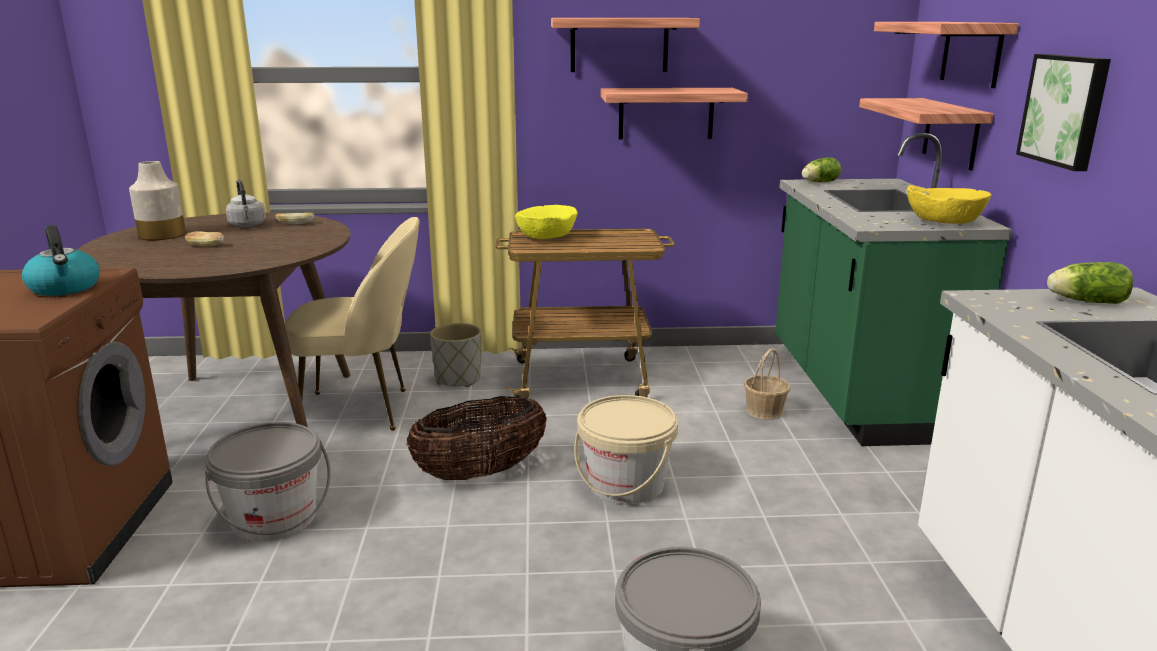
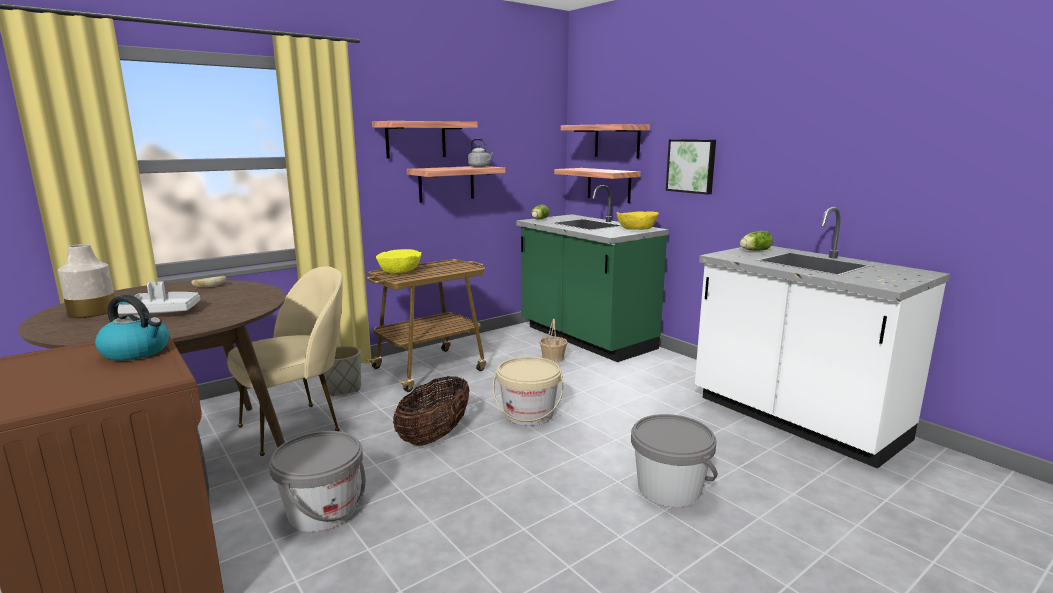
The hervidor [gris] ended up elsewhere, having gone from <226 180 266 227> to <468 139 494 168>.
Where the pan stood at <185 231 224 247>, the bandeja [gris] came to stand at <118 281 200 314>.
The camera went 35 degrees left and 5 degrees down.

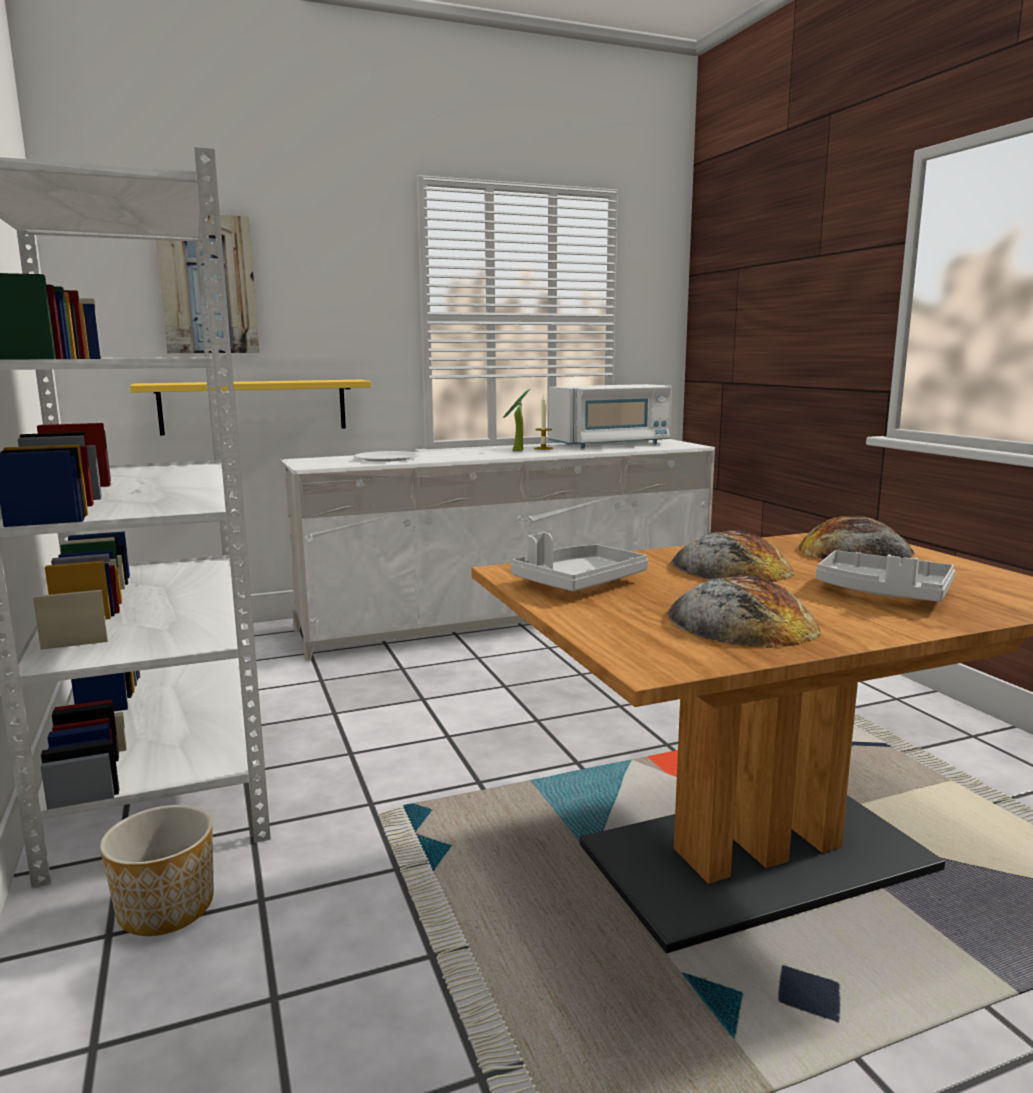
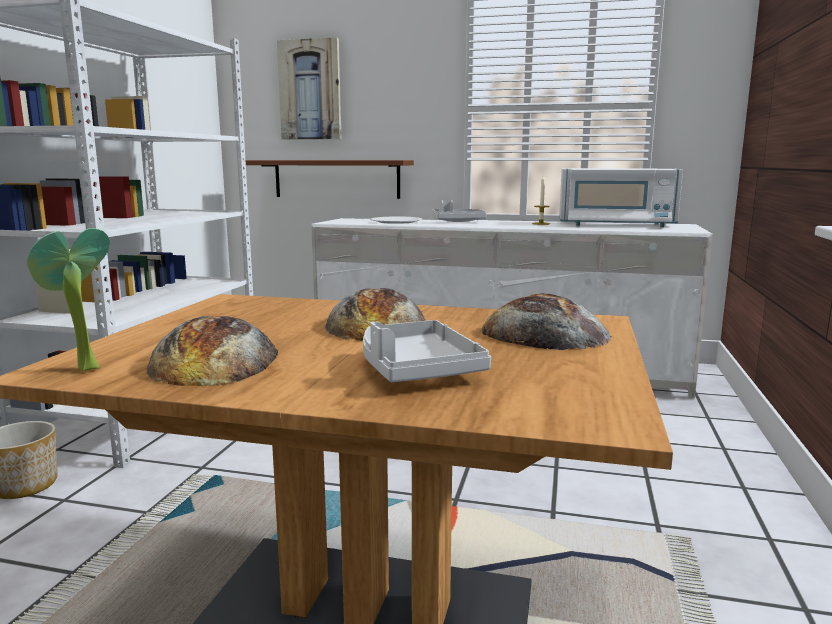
What was the estante [amarillo] at <130 380 371 435> turned into the estante [marrón] at <246 160 414 199>.
The planta en maceta ended up elsewhere, having gone from <503 389 530 451> to <27 228 110 371>.
The bandeja [gris] ended up elsewhere, having gone from <511 532 648 591> to <432 200 487 222>.
The camera went 35 degrees right and 0 degrees up.

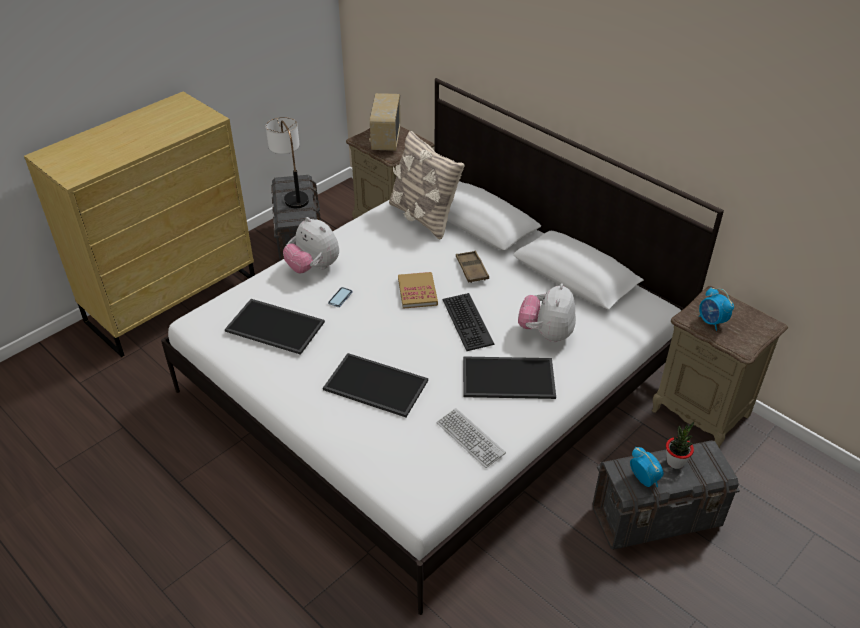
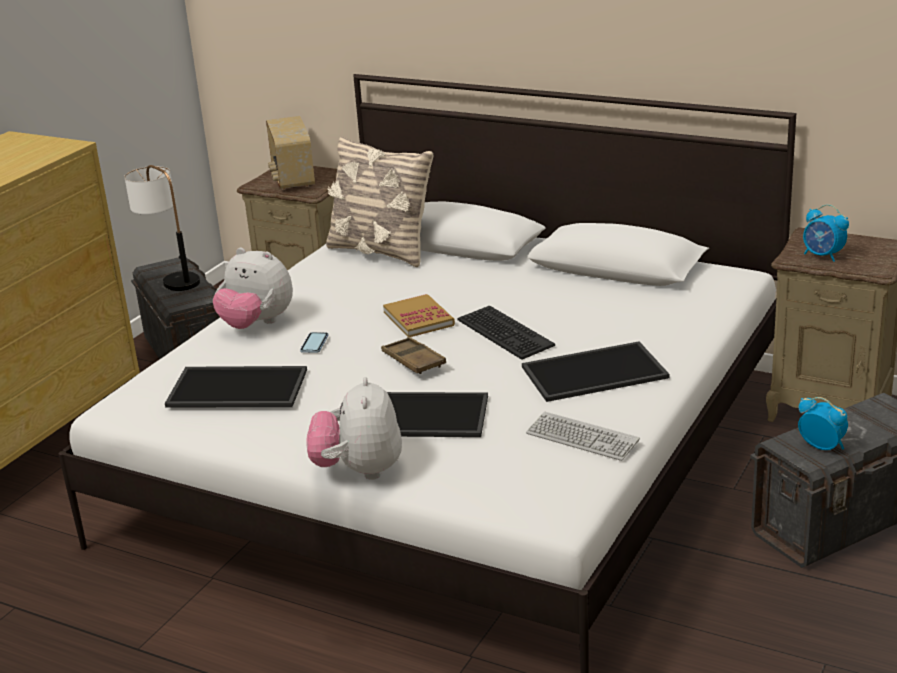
The bandeja [marrón] ended up elsewhere, having gone from <456 251 489 283> to <381 337 446 374>.
The peluche ended up elsewhere, having gone from <518 283 576 342> to <306 377 402 480>.
The second view lost the planta en maceta at <666 422 694 469>.
The camera went 15 degrees left and 15 degrees down.

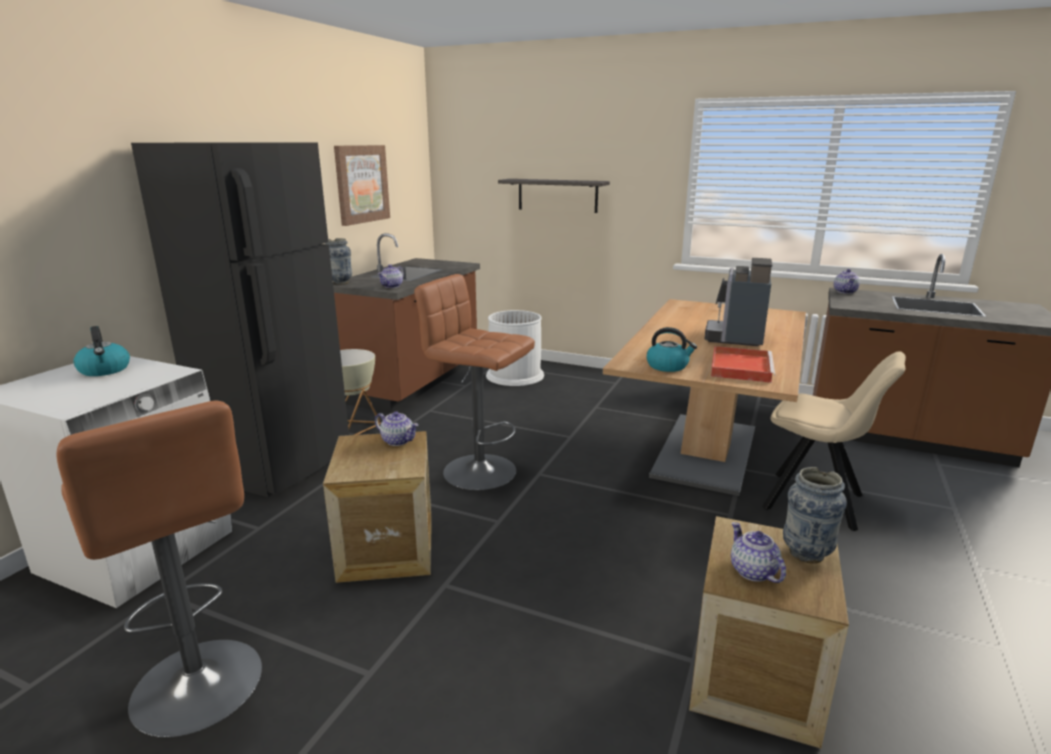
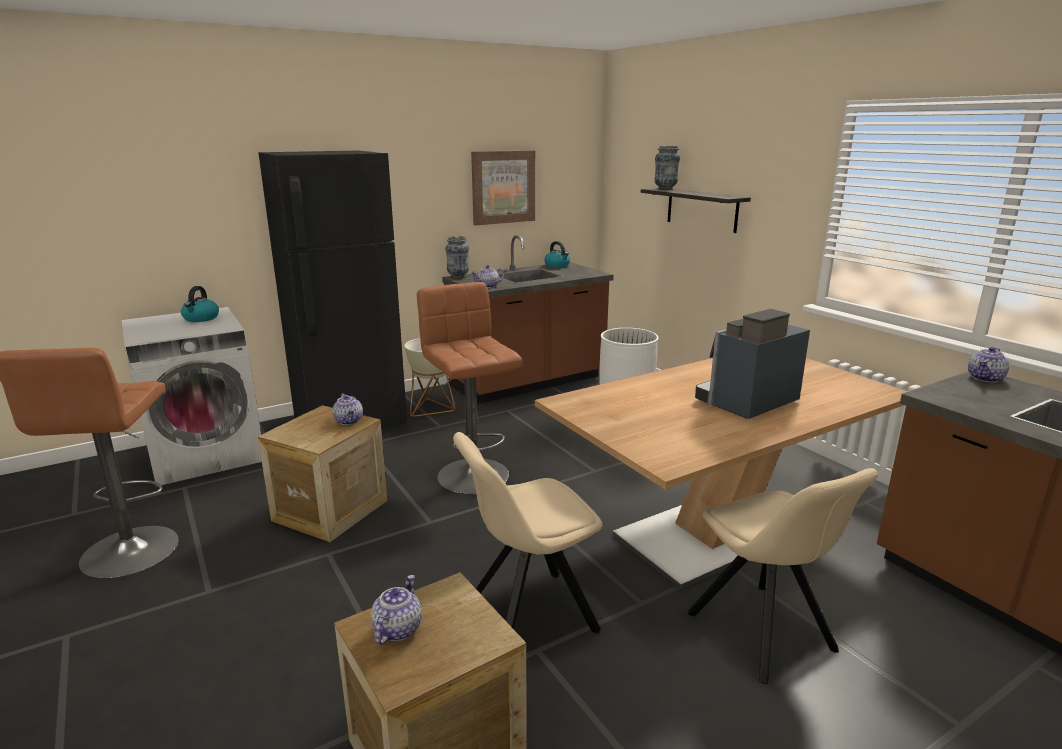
The hervidor ended up elsewhere, having gone from <646 327 697 372> to <544 241 570 268>.
The second view lost the bandeja [rojo] at <711 346 775 383>.
The florero ended up elsewhere, having gone from <783 467 847 564> to <654 146 680 190>.
The second view gained the silla [beis] at <453 432 602 634>.
The camera went 35 degrees right and 0 degrees up.

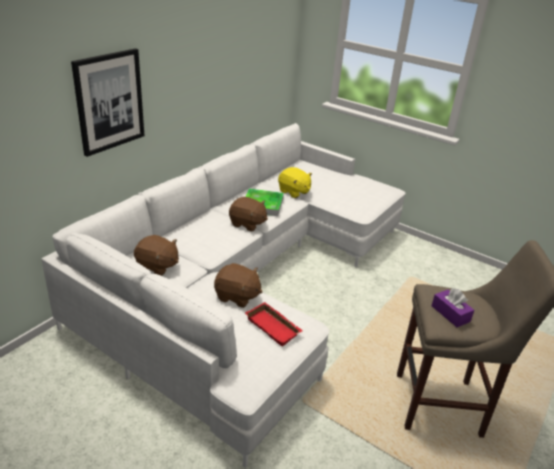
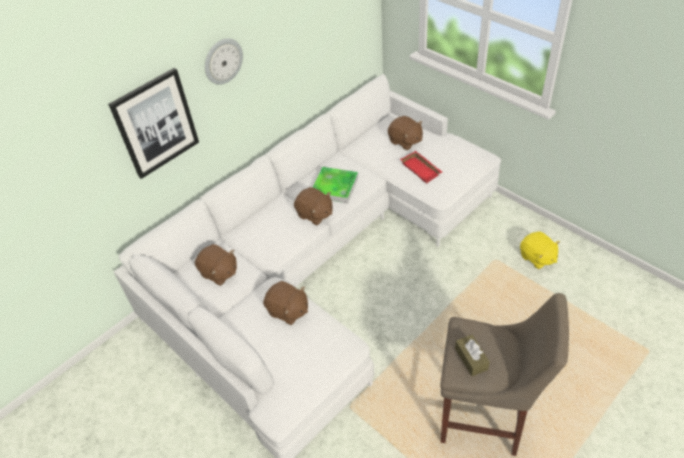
The peluche [amarillo] ended up elsewhere, having gone from <278 167 312 198> to <520 231 560 269>.
What was the caja de pañuelos [morado] at <432 288 475 327> turned into the caja de pañuelos [marrón] at <455 335 490 376>.
The bandeja [rojo] ended up elsewhere, having gone from <245 302 303 347> to <400 151 442 183>.
The second view gained the reloj de pared at <205 38 243 84>.
The second view gained the peluche [marrón] at <388 116 423 150>.
The camera went 15 degrees right and 15 degrees up.

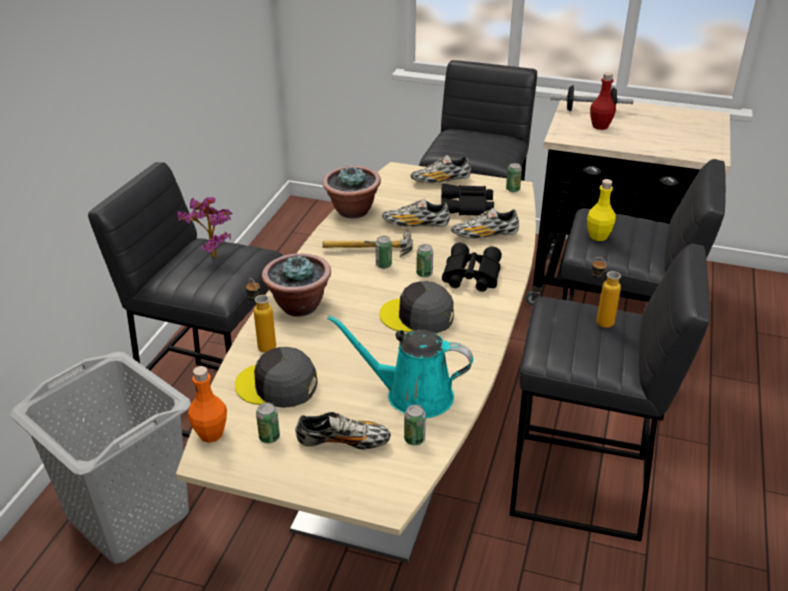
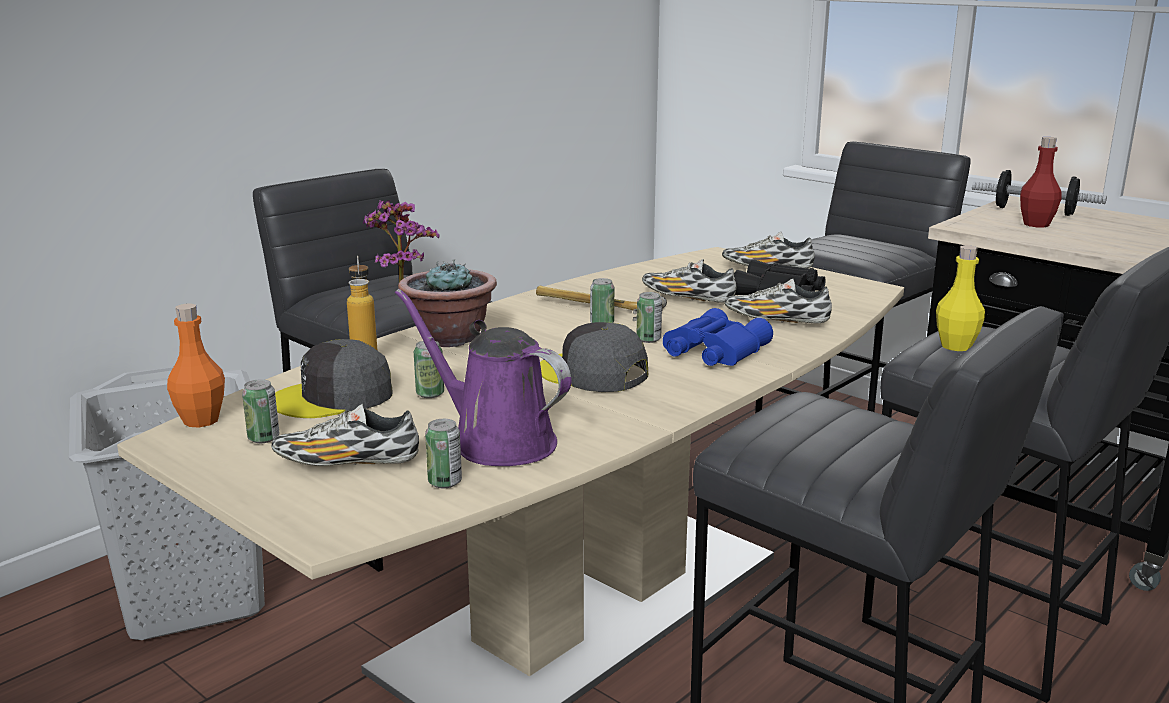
The lata ended up elsewhere, having gone from <506 163 522 192> to <414 341 444 398>.
The second view lost the planta en maceta at <322 166 381 218>.
What was the prismáticos [negro] at <442 243 502 292> turned into the prismáticos [azul] at <663 308 773 366>.
The second view lost the botella at <592 257 621 328>.
What was the regadera [turquesa] at <327 315 473 418> turned into the regadera [morado] at <395 289 572 466>.
The gorra [gris] at <235 347 317 408> ended up facing another way, 60 degrees counterclockwise from before.
The zapato at <295 412 391 449> ended up facing another way, 150 degrees clockwise from before.
The camera went 25 degrees right and 15 degrees down.

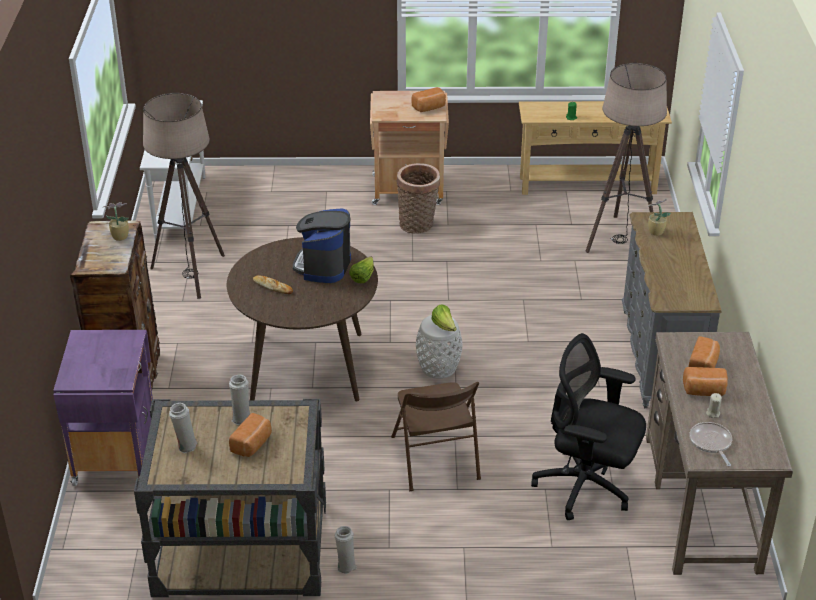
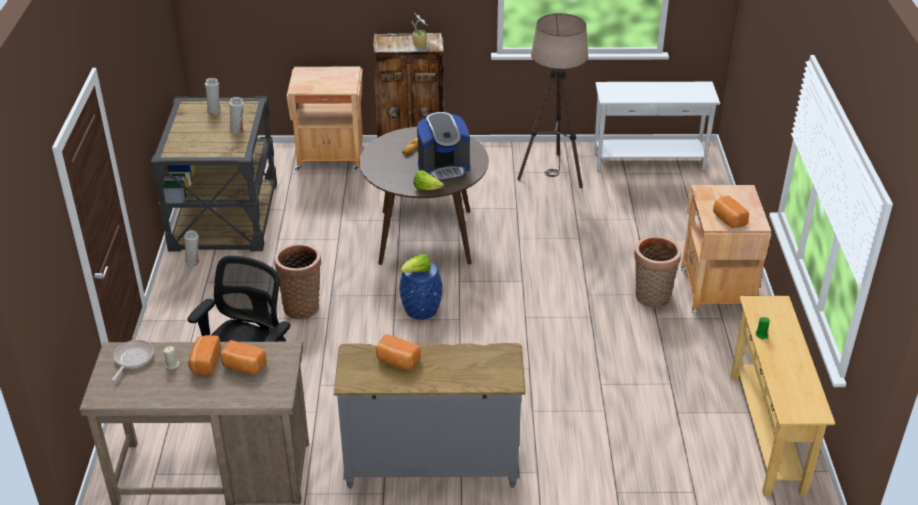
The second view lost the lámpara de pie at <586 63 667 253>.
The second view lost the planta en maceta at <648 198 671 236>.
The cafetera at <293 208 351 283> ended up facing another way, 150 degrees clockwise from before.
What was the taburete [blanco] at <416 315 462 379> turned into the taburete [azul] at <399 262 442 320>.
What was the carrito [morado] at <53 330 153 486> turned into the carrito [marrón] at <287 67 363 172>.
Where the silla [marrón] stood at <391 382 481 491>, the cesta came to stand at <274 243 321 319>.
The pan ended up elsewhere, having gone from <229 413 272 457> to <376 334 421 370>.
The sartén at <689 422 732 466> ended up facing another way, 60 degrees counterclockwise from before.
The camera went 90 degrees right and 0 degrees up.

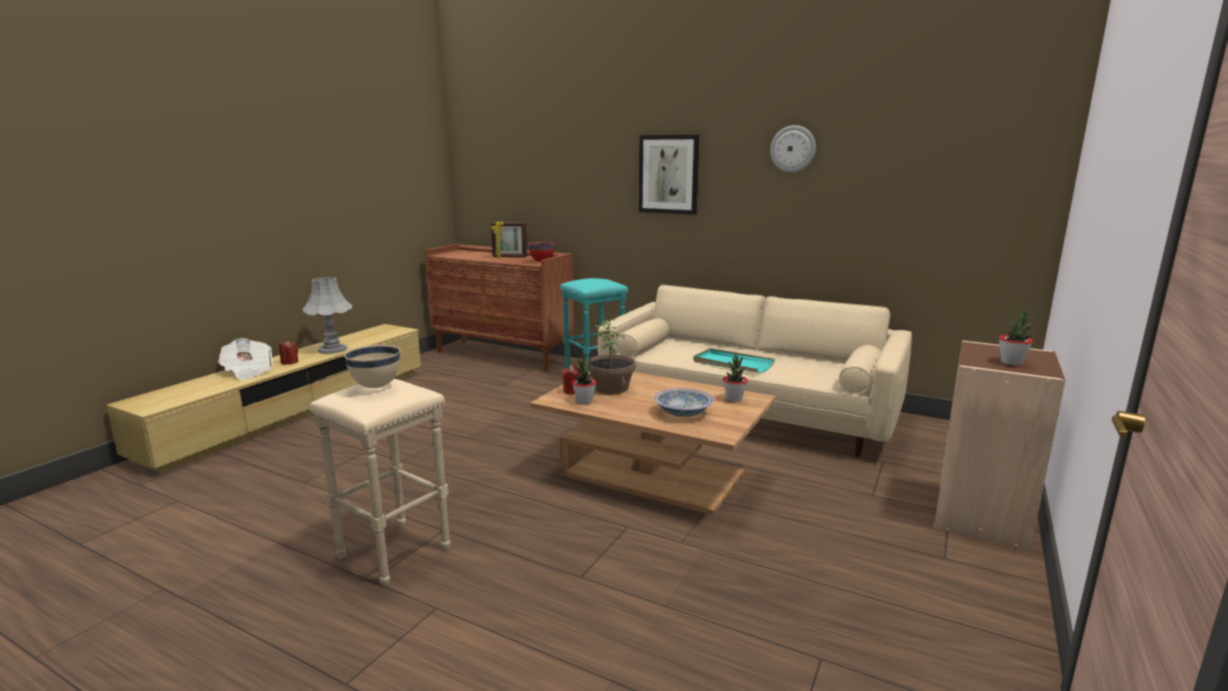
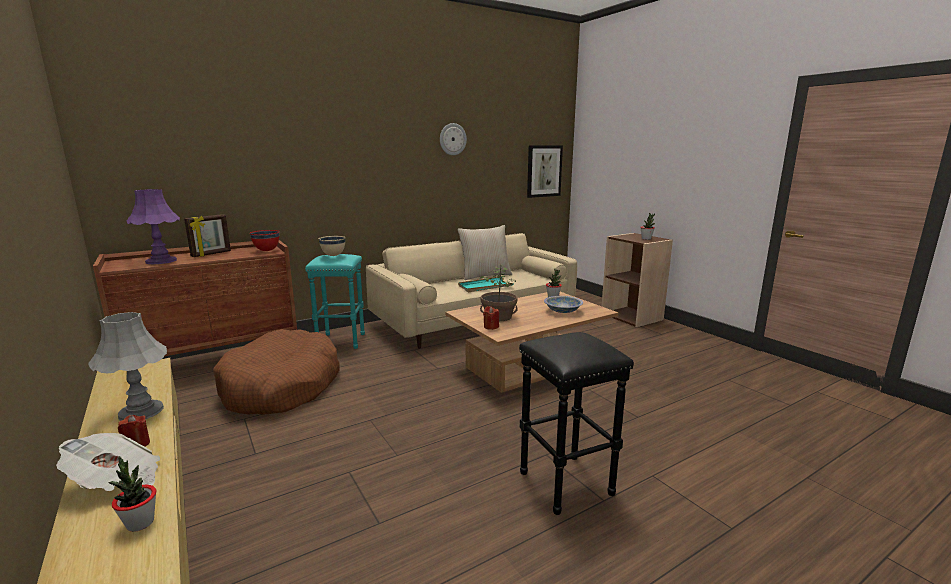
The cuadro ended up elsewhere, having gone from <639 135 700 215> to <527 145 563 198>.
The cuenco [beis] ended up elsewhere, having gone from <344 345 400 388> to <319 236 346 256>.
The planta en maceta ended up elsewhere, having gone from <572 353 597 404> to <108 456 156 532>.
What was the taburete [beis] at <310 379 450 586> turned into the taburete [negro] at <519 332 634 515>.
The second view gained the lámpara de mesa [morado] at <127 189 180 264>.
The second view gained the cojín [beis] at <458 225 512 280>.
The second view gained the cama para perro [marrón] at <213 329 340 415>.
The camera went 60 degrees left and 0 degrees up.

